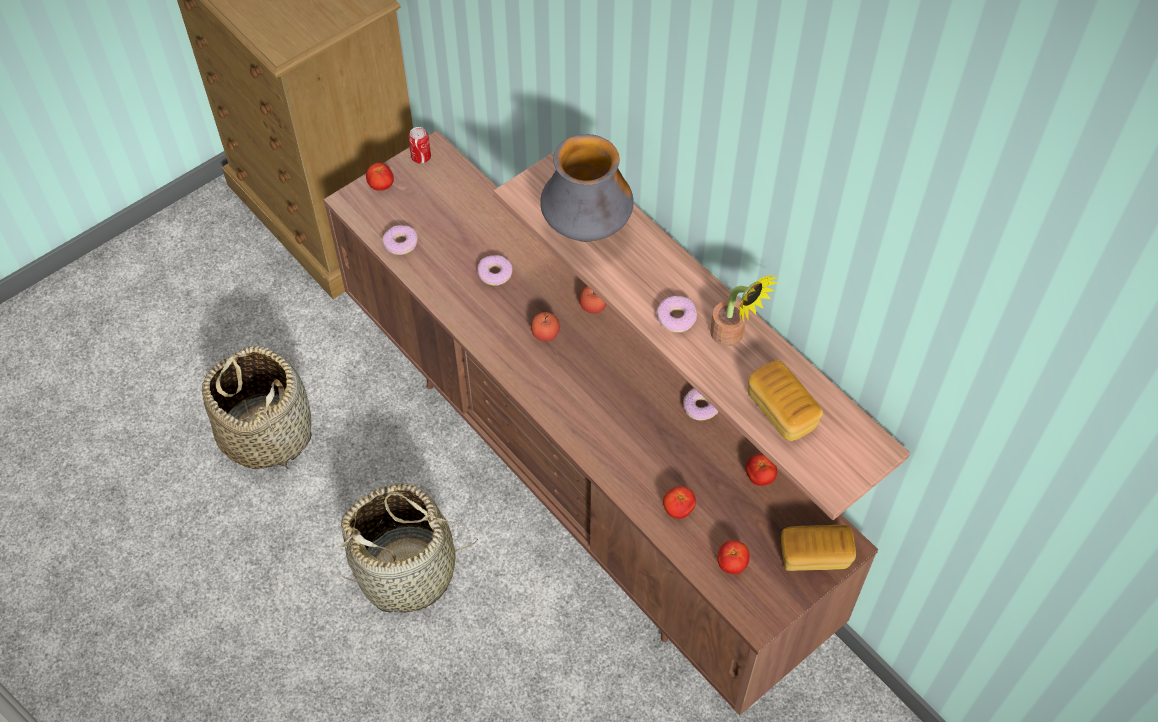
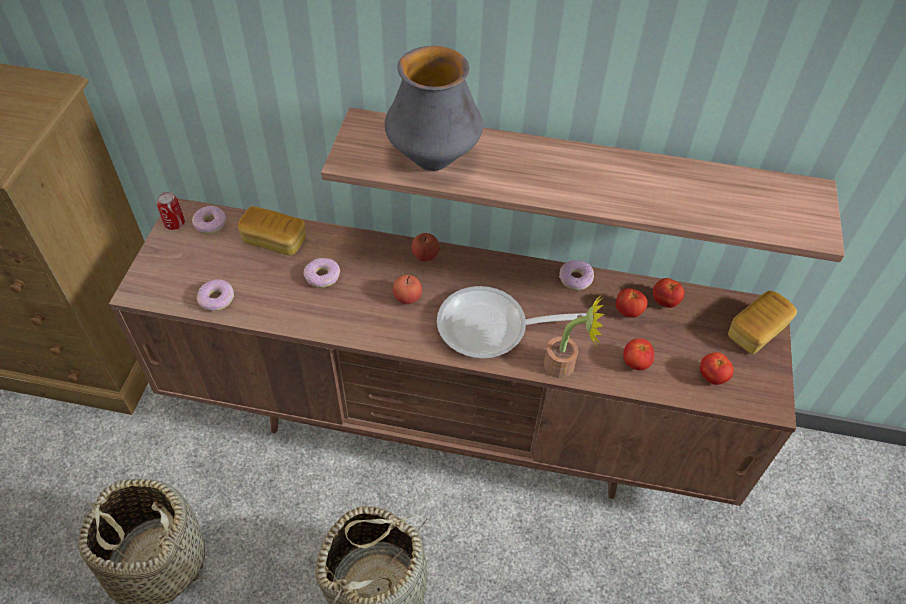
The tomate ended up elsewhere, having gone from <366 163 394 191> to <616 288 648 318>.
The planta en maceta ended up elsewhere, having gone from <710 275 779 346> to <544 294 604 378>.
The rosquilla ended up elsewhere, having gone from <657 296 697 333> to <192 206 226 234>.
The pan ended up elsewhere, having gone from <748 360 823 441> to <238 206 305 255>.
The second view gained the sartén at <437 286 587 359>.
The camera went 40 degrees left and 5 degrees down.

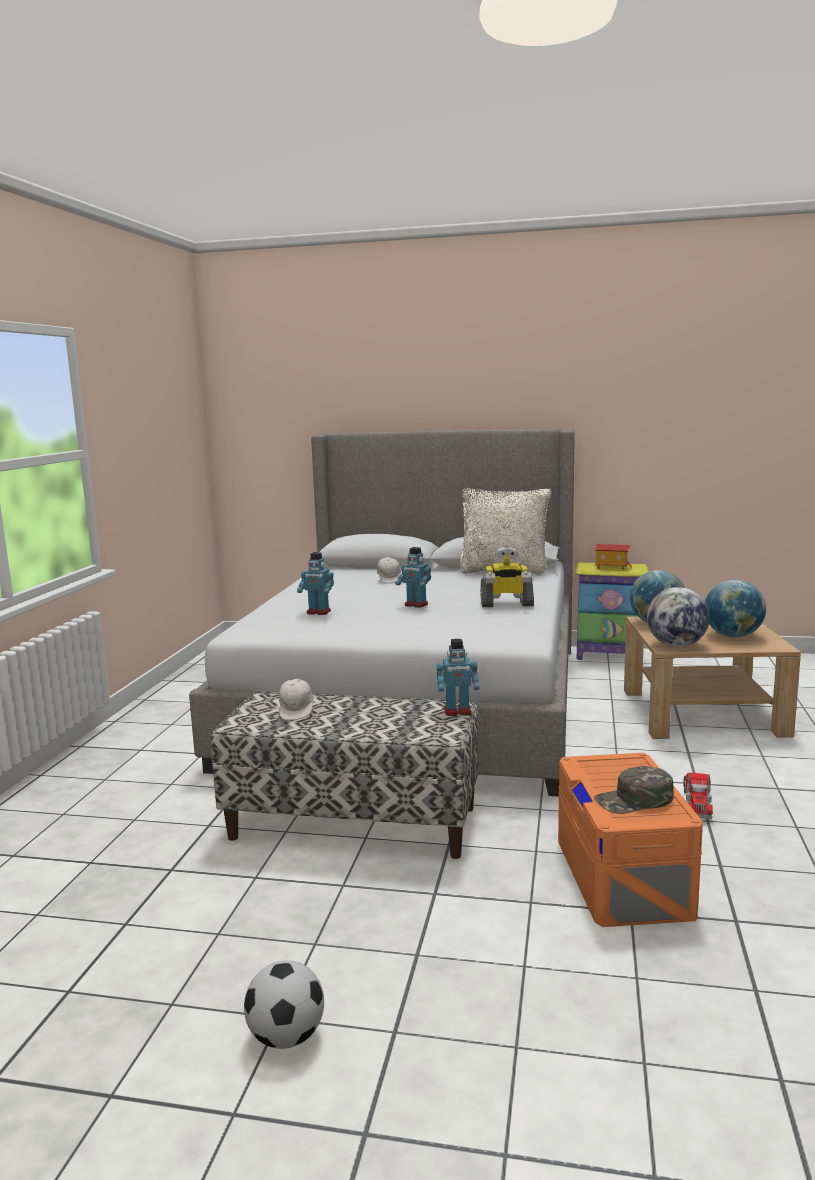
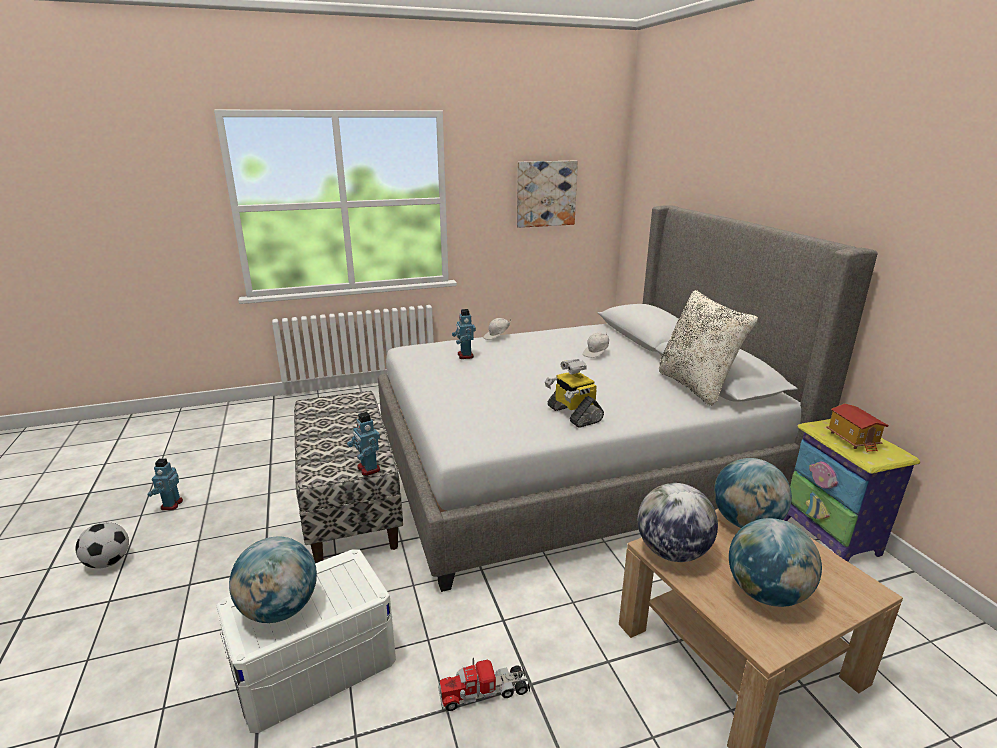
The robot de juguete ended up elsewhere, having gone from <396 547 431 608> to <147 459 183 510>.
The gorra [blanco] ended up elsewhere, having gone from <279 678 314 721> to <483 318 512 340>.
What was the caja de almacenaje [naranja] at <558 753 703 927> turned into the caja de almacenaje [blanco] at <216 549 396 733>.
Where the gorra [verde] stood at <594 766 674 814>, the globo terráqueo came to stand at <229 536 317 623>.
The second view gained the cuadro at <517 161 578 228>.
The camera went 60 degrees right and 10 degrees up.

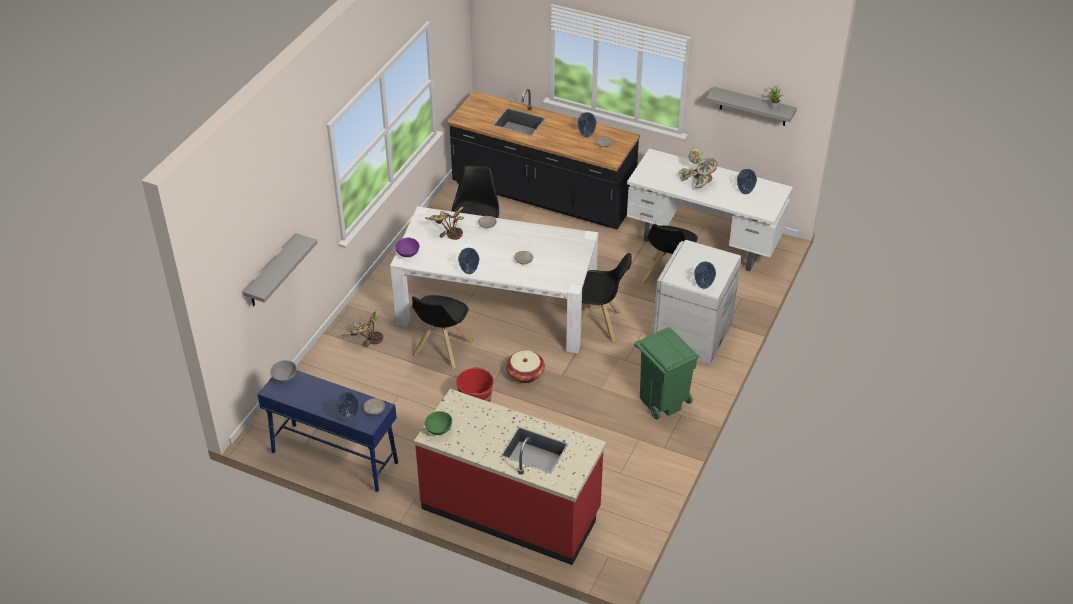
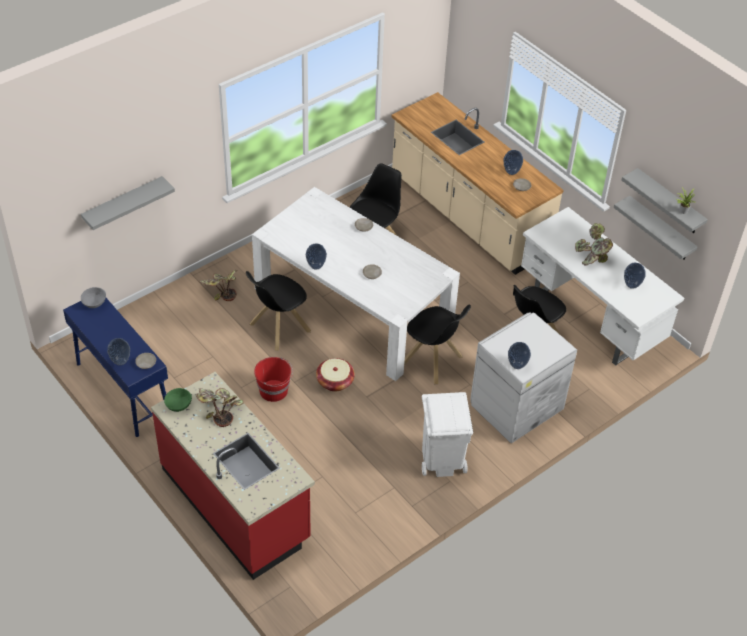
What was the mueble bajo de cocina [negro] at <447 89 640 230> turned into the mueble bajo de cocina [beis] at <392 92 564 275>.
The planta en maceta ended up elsewhere, having gone from <425 207 465 240> to <196 388 243 427>.
The second view lost the cuenco [morado] at <395 238 420 257>.
What was the papelera [verde] at <634 327 700 419> turned into the papelera [blanco] at <422 392 473 477>.
The second view gained the estante [gris] at <614 196 698 260>.
The camera went 25 degrees right and 5 degrees up.

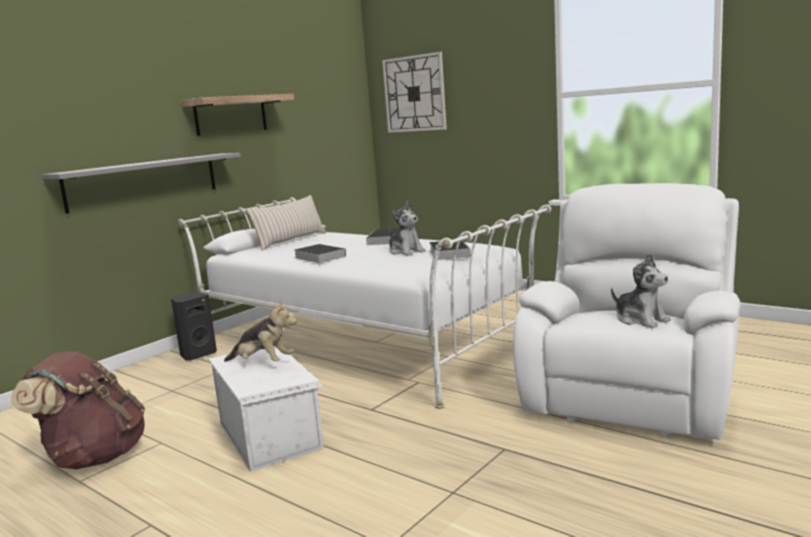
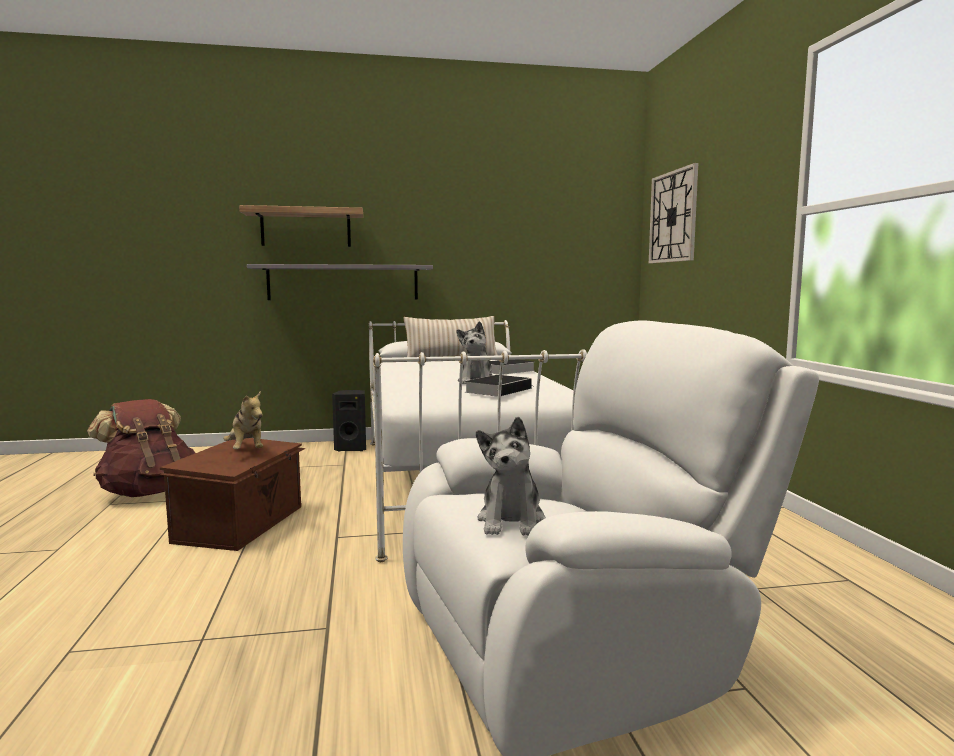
The estante ended up elsewhere, having gone from <180 94 294 136> to <239 205 363 247>.
The second view lost the libro at <295 244 346 263>.
What was the caja de almacenaje [blanco] at <208 346 324 472> turned into the caja de almacenaje [marrón] at <160 438 305 551>.
The camera went 40 degrees right and 5 degrees down.

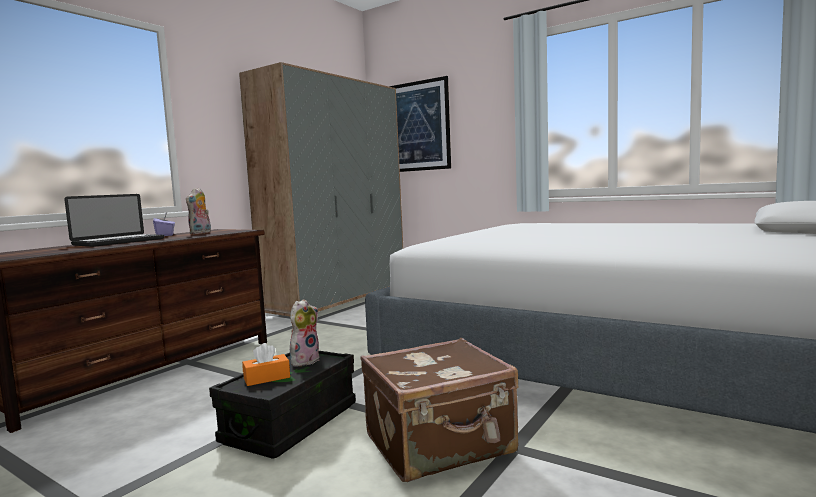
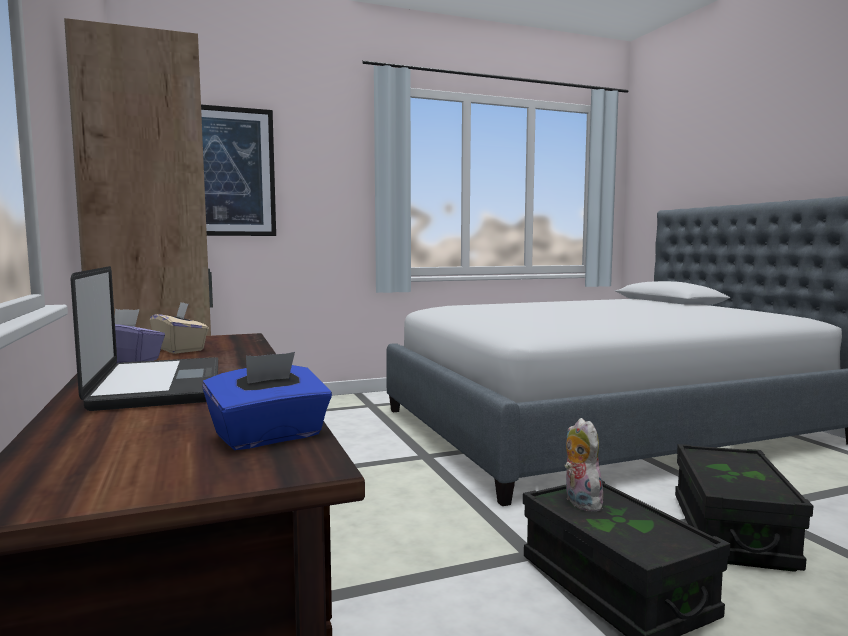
Where the peluche stood at <186 188 211 234>, the caja de pañuelos [beis] came to stand at <150 302 209 354>.
Where the maleta [marrón] stood at <361 338 519 482>, the caja de almacenaje [negro] came to stand at <675 444 813 572>.
The second view lost the caja de pañuelos [naranja] at <242 343 290 386>.
The second view gained the caja de pañuelos [azul] at <202 352 332 450>.
The camera went 55 degrees left and 0 degrees up.

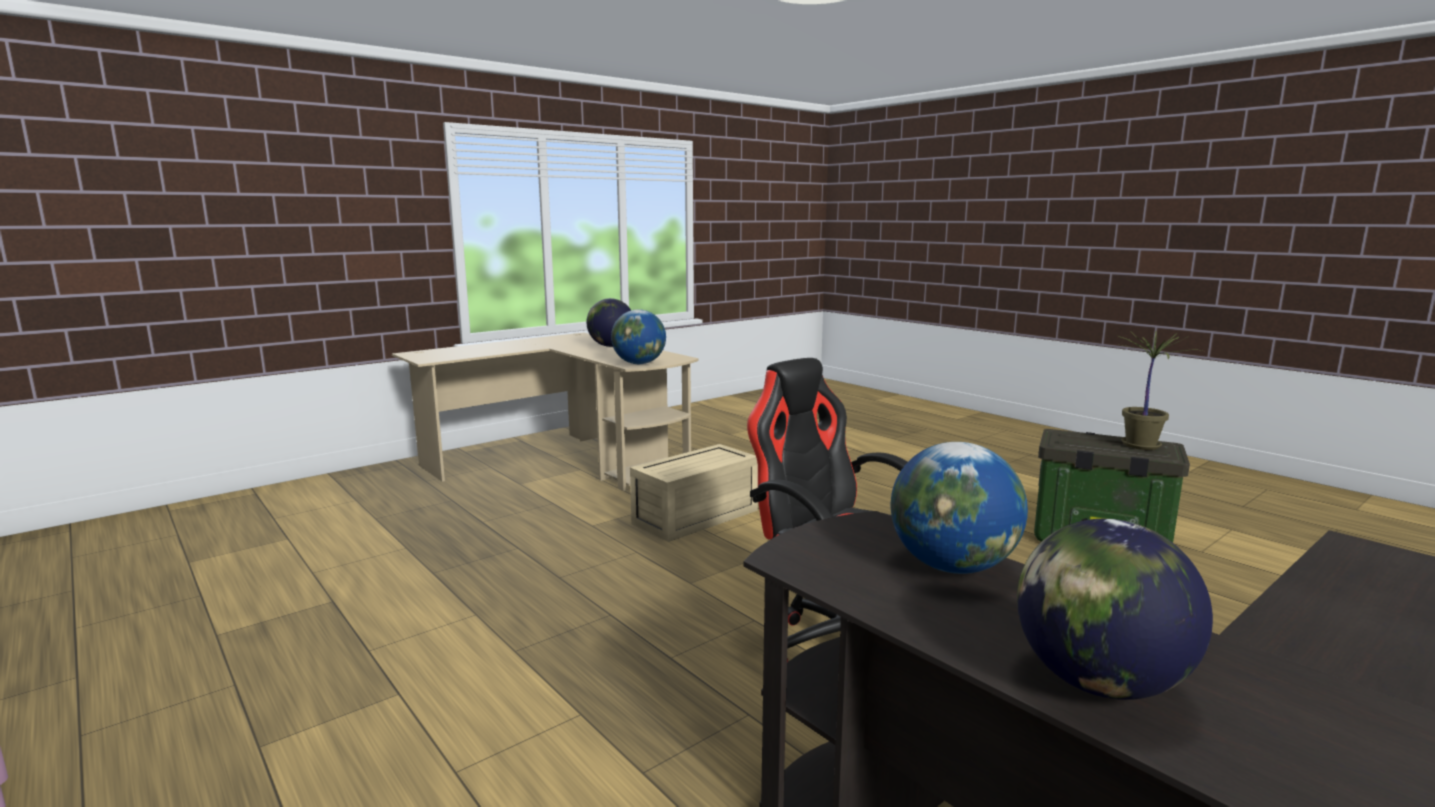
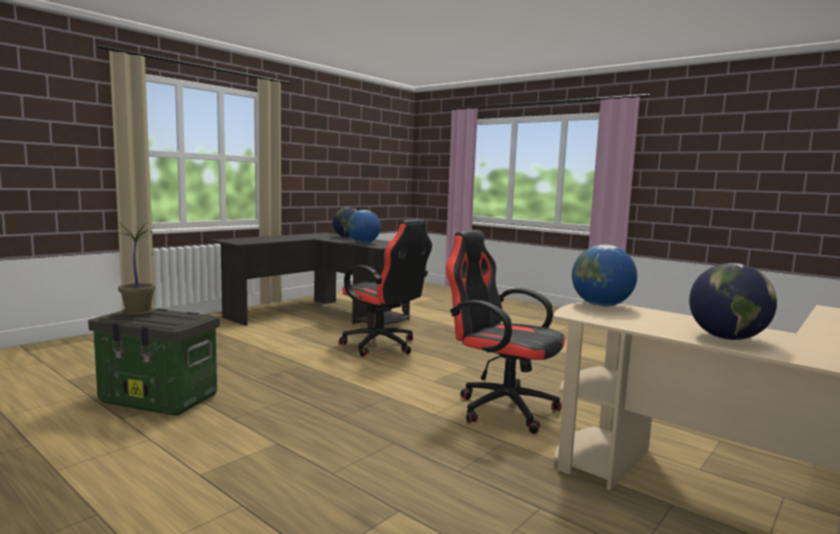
Where the caja de almacenaje [beis] stood at <630 444 758 542>, the silla de oficina [negro] came to stand at <446 230 565 434>.
The camera went 170 degrees right and 5 degrees down.

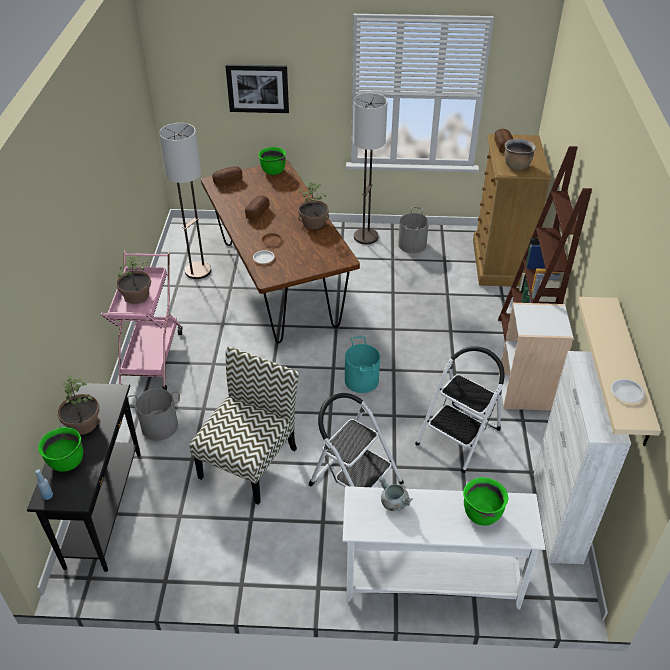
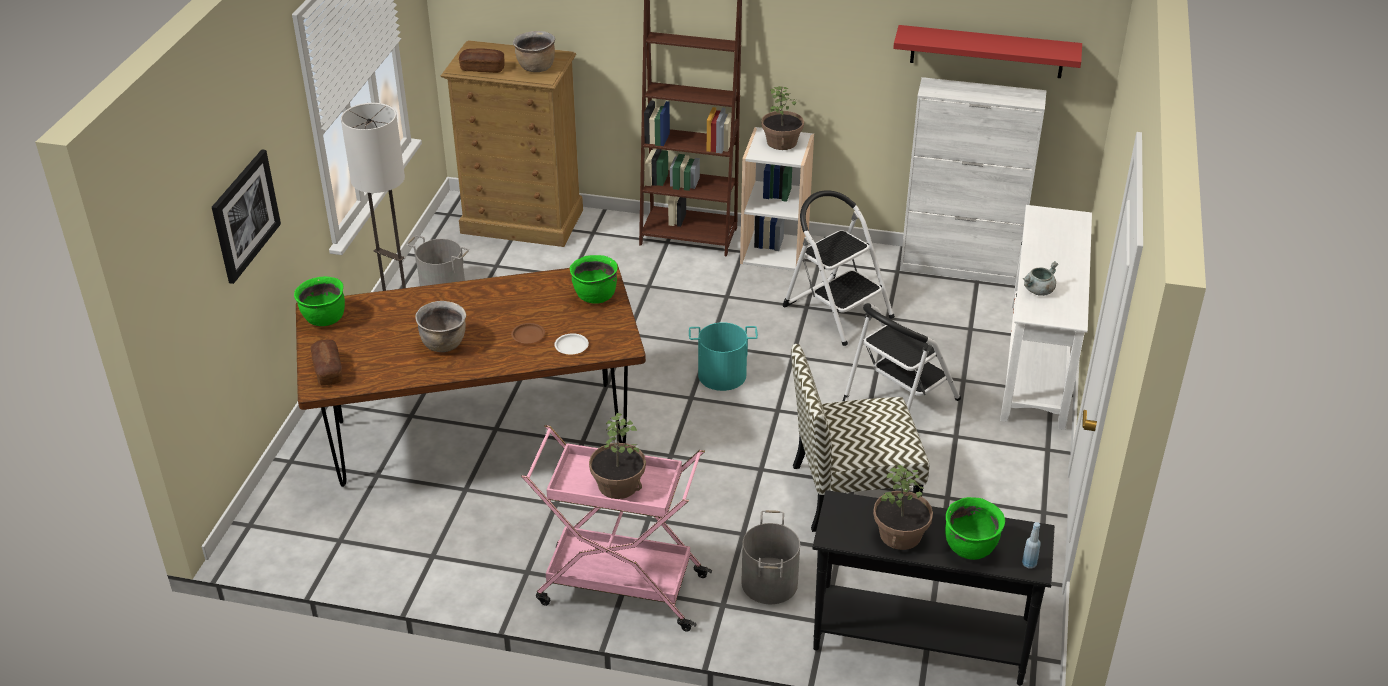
The second view lost the lámpara de pie at <159 123 211 279>.
The planta en maceta ended up elsewhere, having gone from <298 182 329 229> to <761 86 804 150>.
Where the pan stood at <245 196 269 221>, the olla [marrón] came to stand at <415 301 466 352>.
What was the estante [beis] at <578 297 661 446> turned into the estante [rojo] at <893 25 1082 78>.
The silla at <189 347 299 505> ended up facing another way, 45 degrees counterclockwise from before.
The second view lost the plato [blanco] at <611 379 645 403>.
The olla [verde] ended up elsewhere, having gone from <463 477 508 526> to <570 255 618 304>.
The camera went 80 degrees left and 5 degrees down.

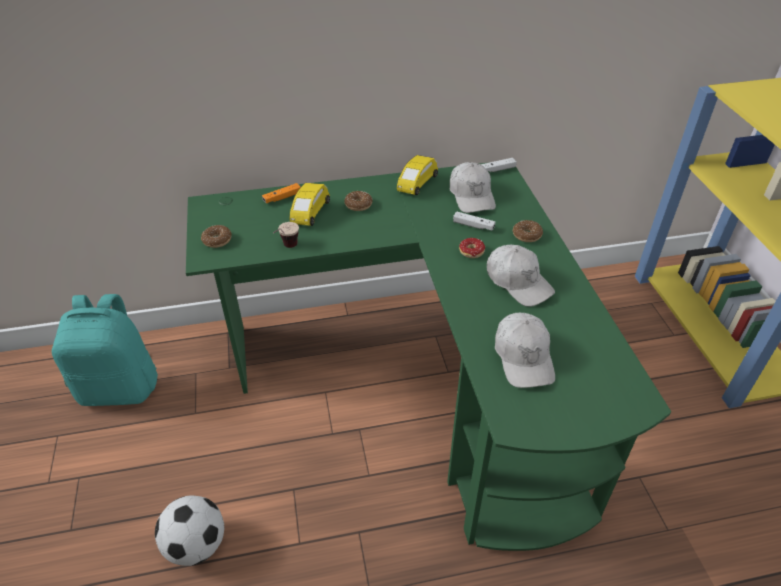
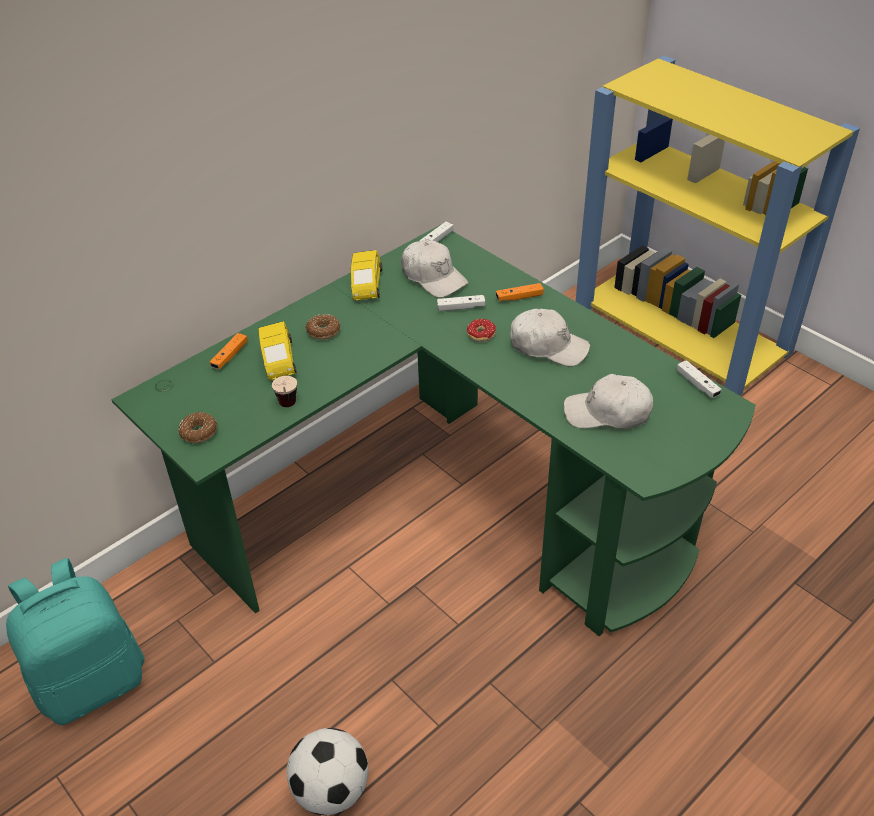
Where the rosquilla stood at <513 220 543 242>, the mando de consola [naranja] came to stand at <496 283 544 301>.
The gorra [blanco] at <495 313 555 388> ended up facing another way, 135 degrees clockwise from before.
The second view gained the mando de consola [blanco] at <677 360 722 398>.
The camera went 30 degrees left and 0 degrees up.

